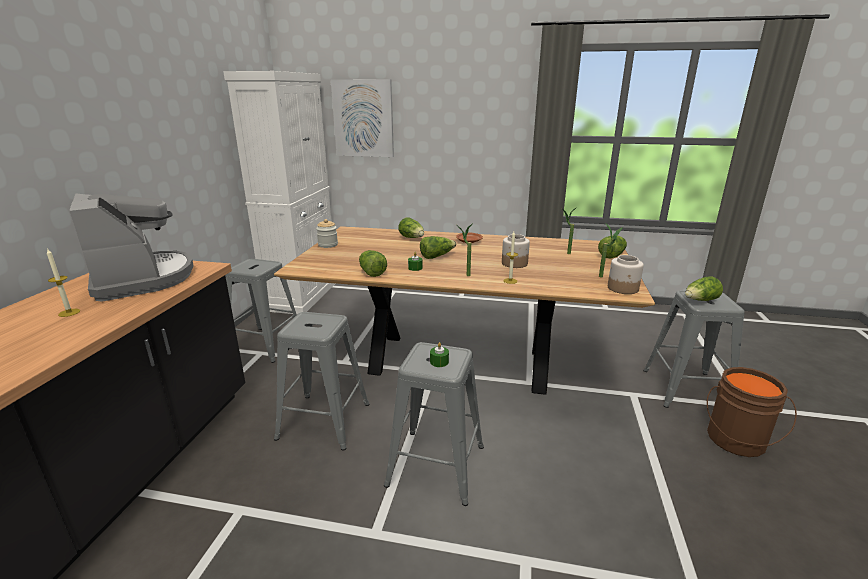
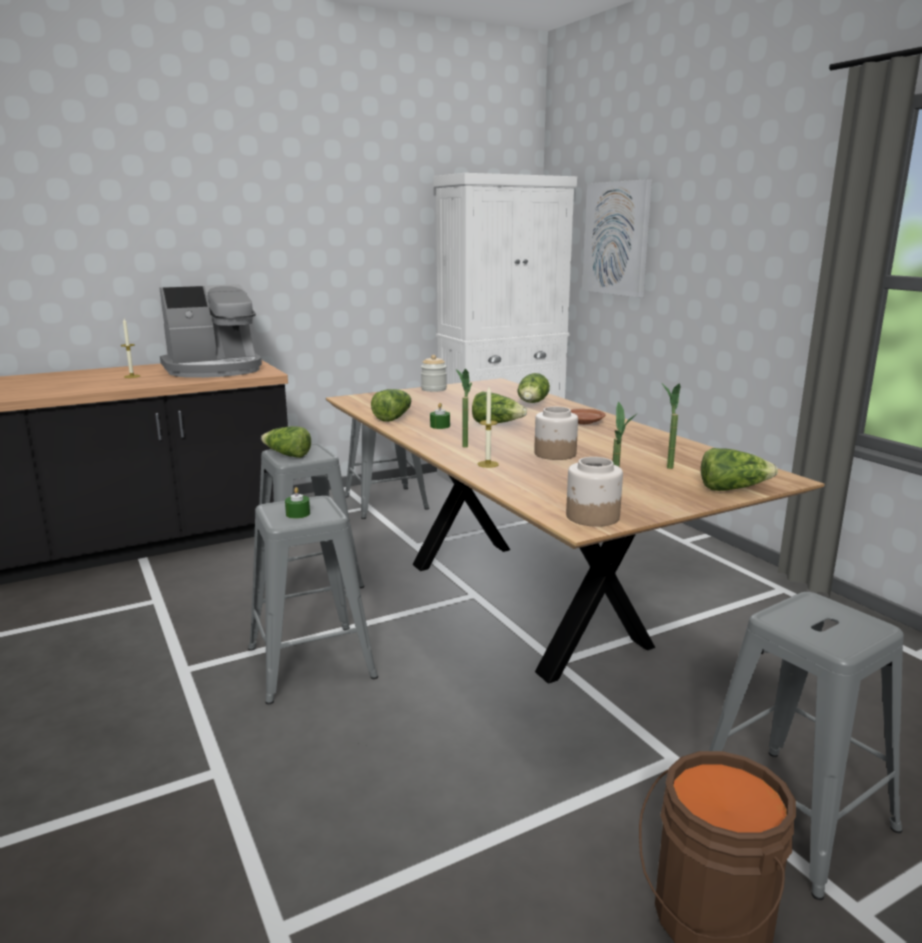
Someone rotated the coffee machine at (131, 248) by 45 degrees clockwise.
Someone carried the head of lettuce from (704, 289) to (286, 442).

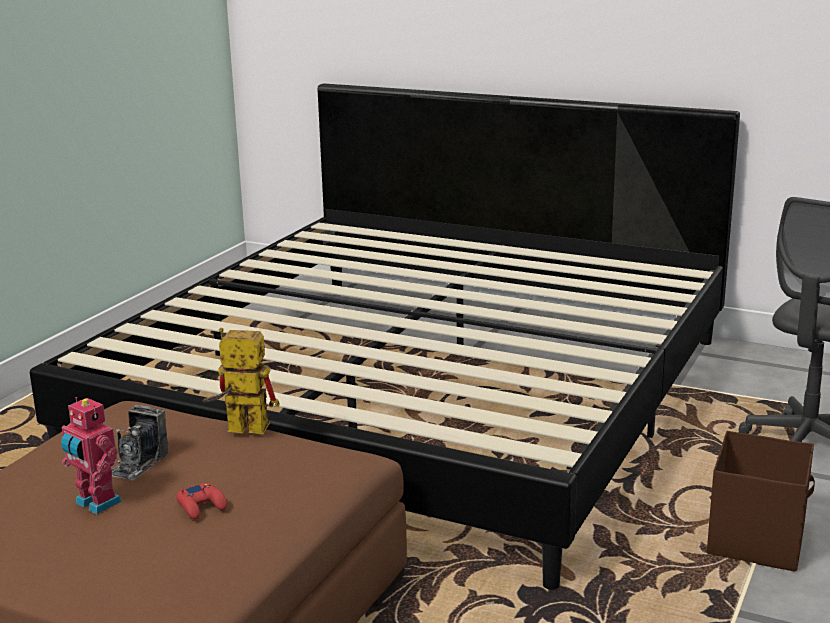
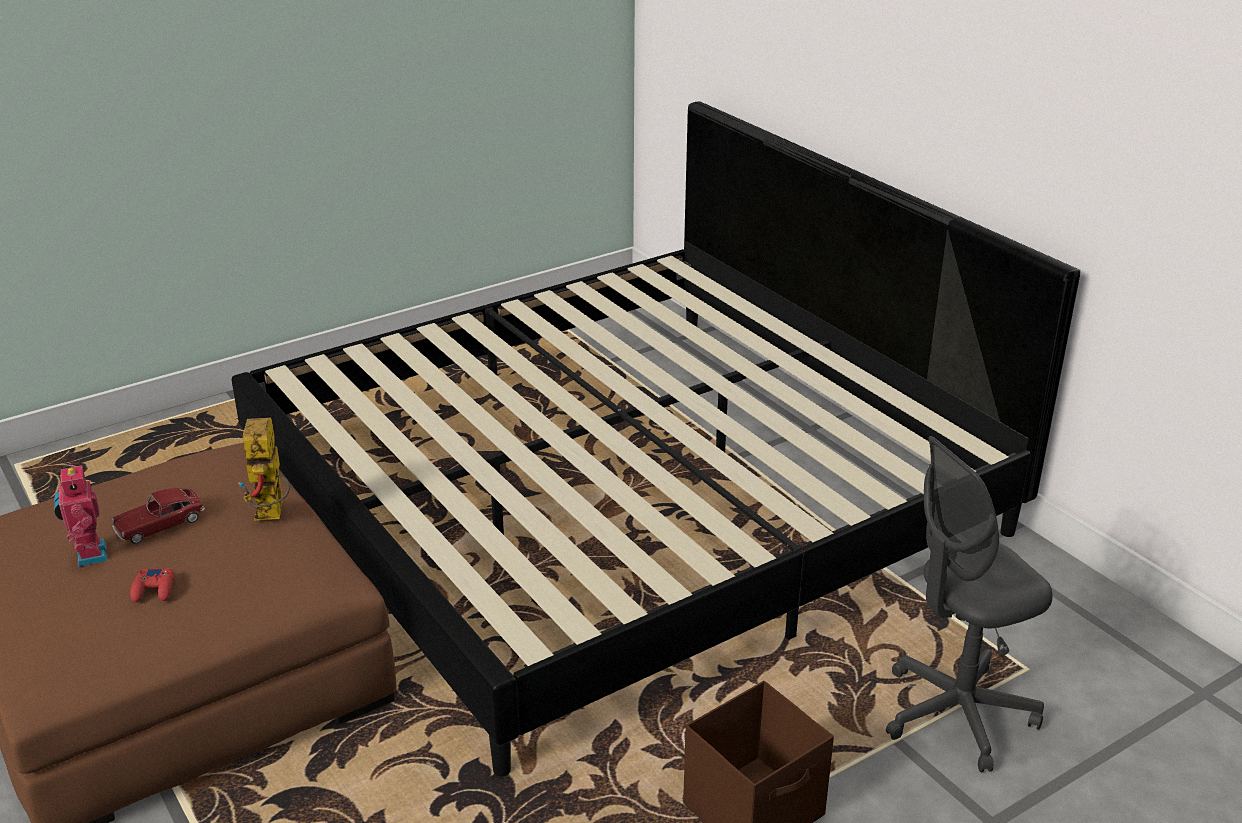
Someone rotated the robot figure at (241, 381) by 135 degrees counterclockwise.
Someone swapped the still camera at (140, 442) for the model car at (158, 516).

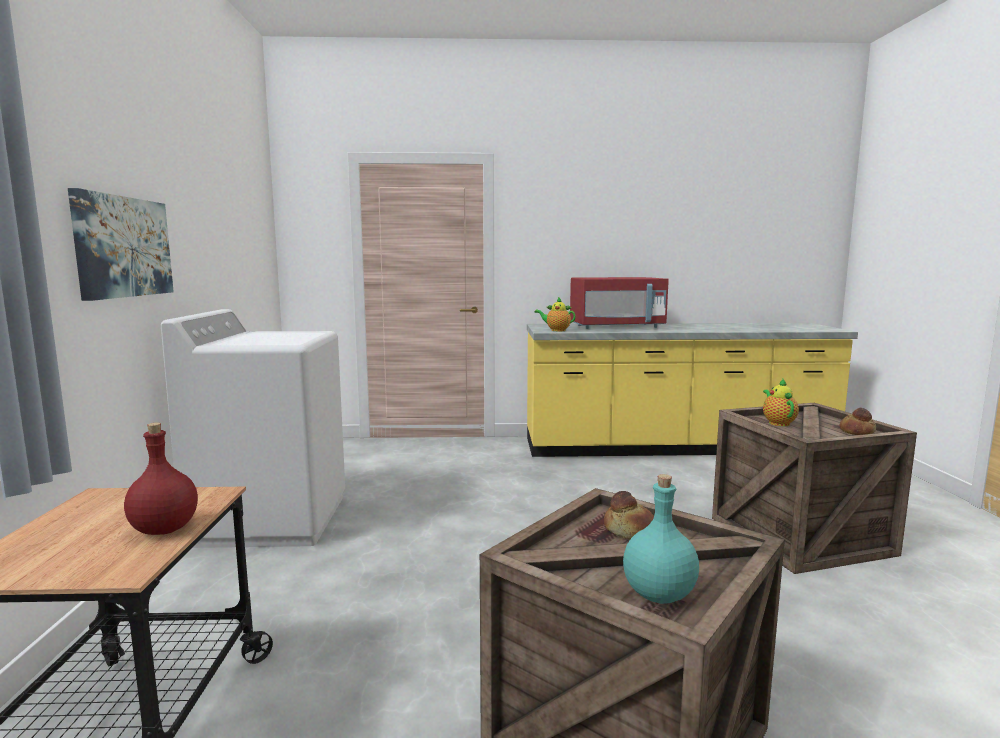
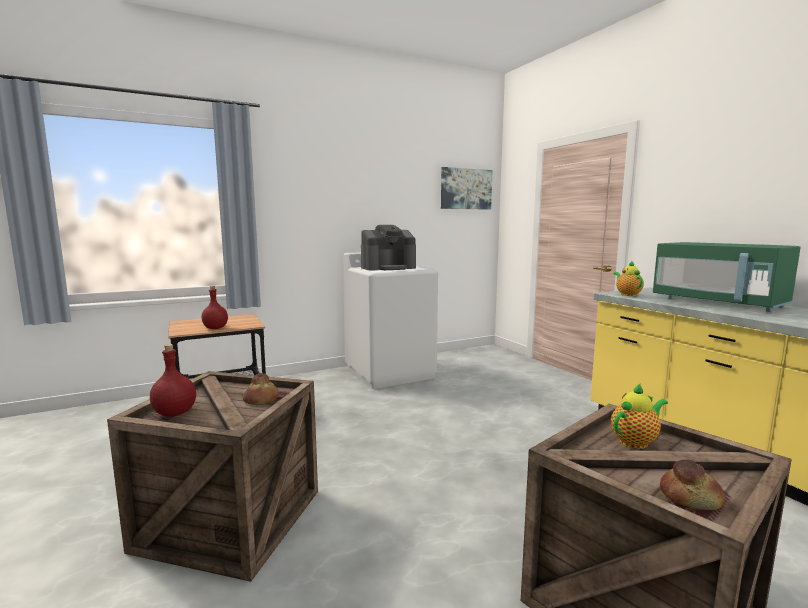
Someone carried the picture from (121, 244) to (467, 188).
Someone repainted the reddish microwave at (619, 303), which became the greenish microwave at (727, 277).
Someone repainted the turquoise drink bottle at (661, 539), which became the reddish drink bottle at (173, 380).
Someone put down the coffee machine at (388, 247).

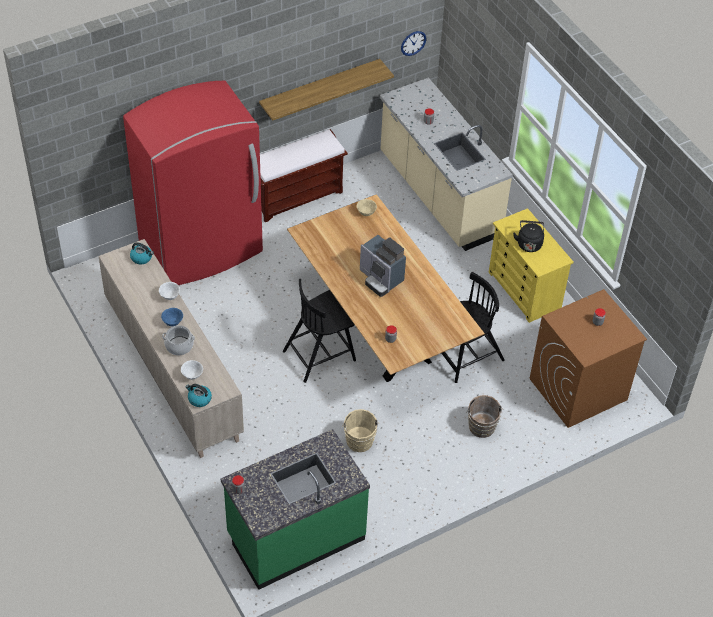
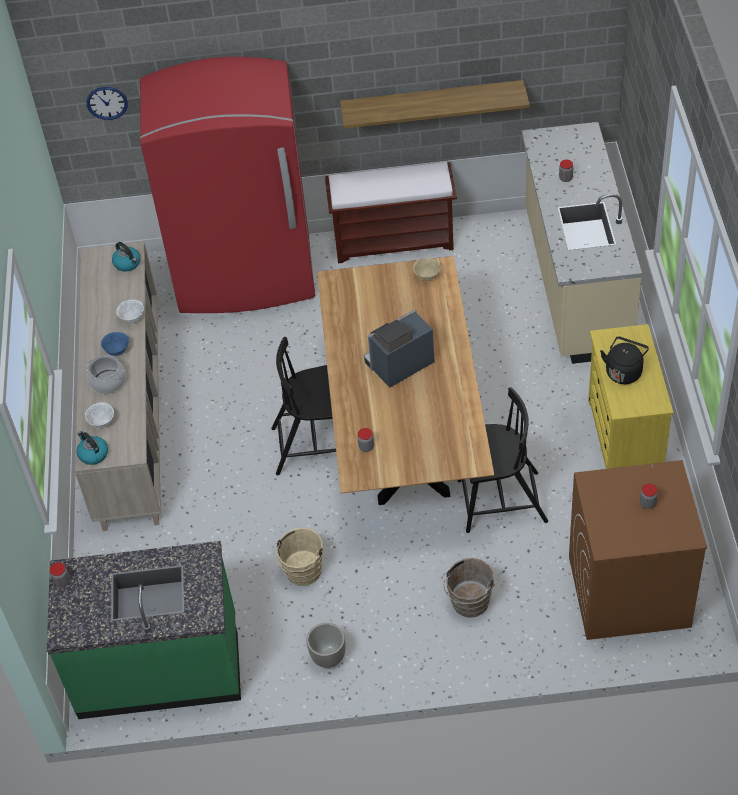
Someone carried the clock on the wall from (414, 43) to (107, 103).
Someone rotated the coffee machine at (383, 266) by 75 degrees clockwise.
Someone put down the planter at (325, 645).

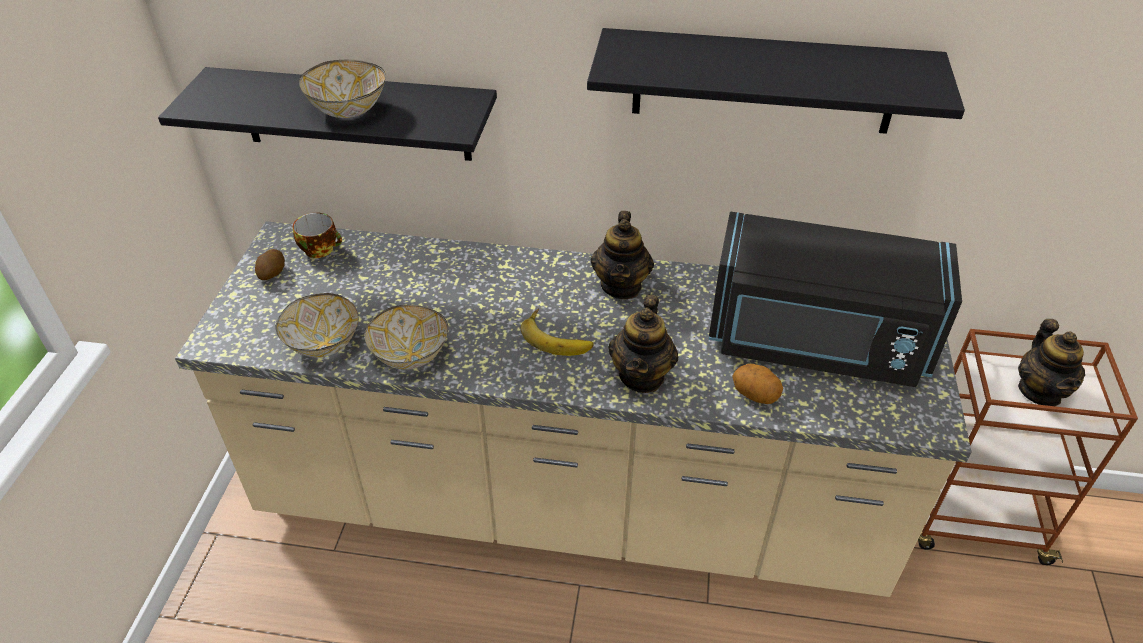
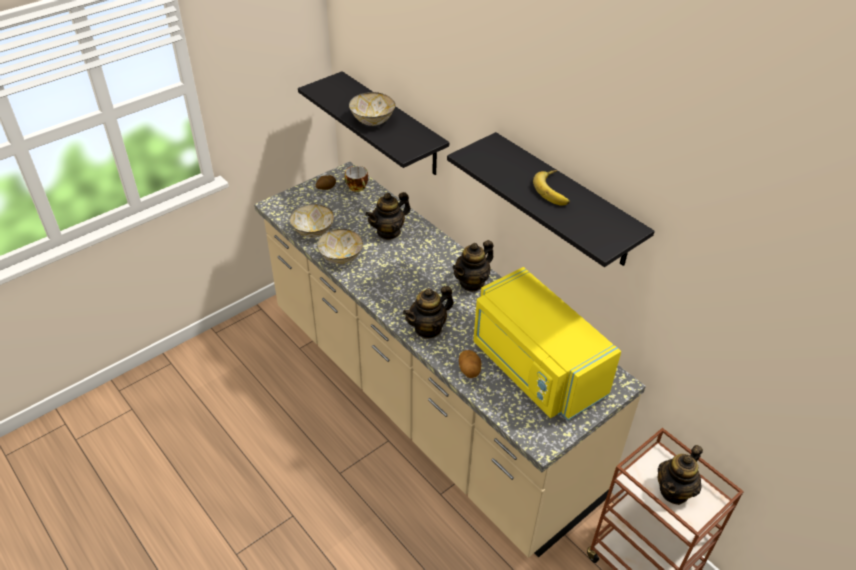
Someone repainted the black microwave at (835, 299), which became the yellow microwave at (547, 343).
Someone carried the banana from (557, 332) to (551, 188).
Someone put down the pot for tea at (388, 216).

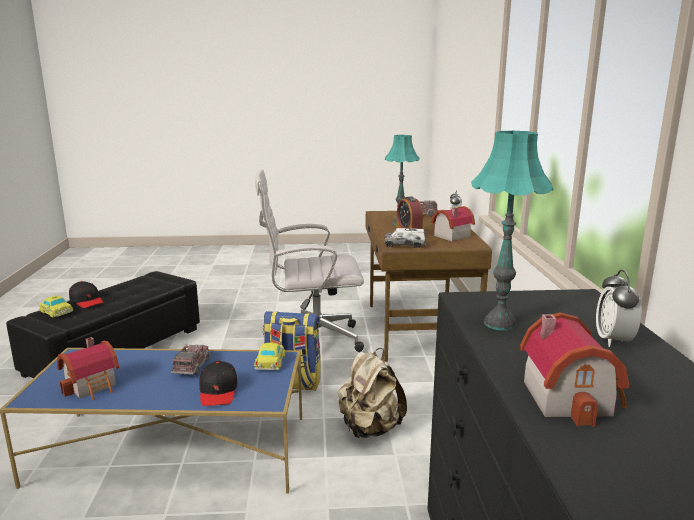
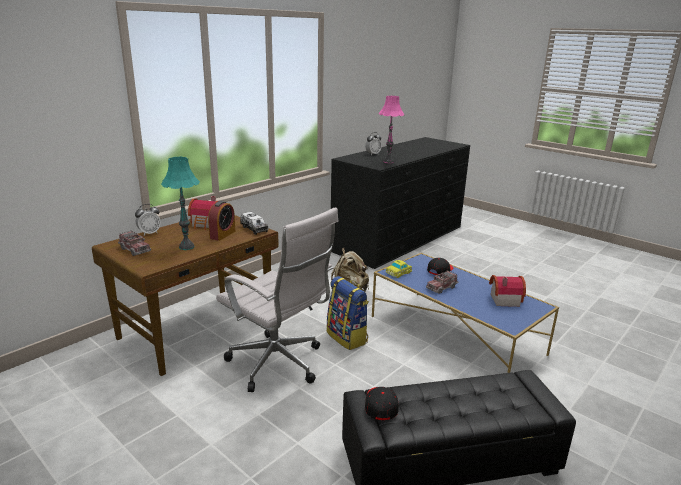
Someone repainted the turquoise table lamp at (512, 231), which became the pinkish table lamp at (392, 129).
Someone carried the black cap from (86, 294) to (381, 403).
Someone took away the model car at (56, 306).
Someone took away the toy house at (574, 369).

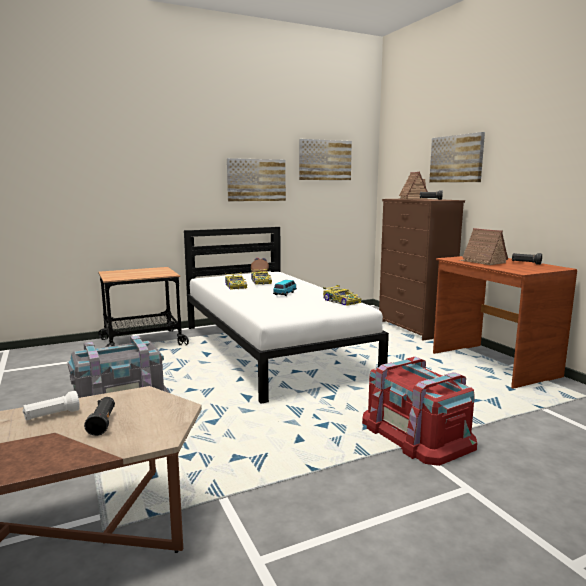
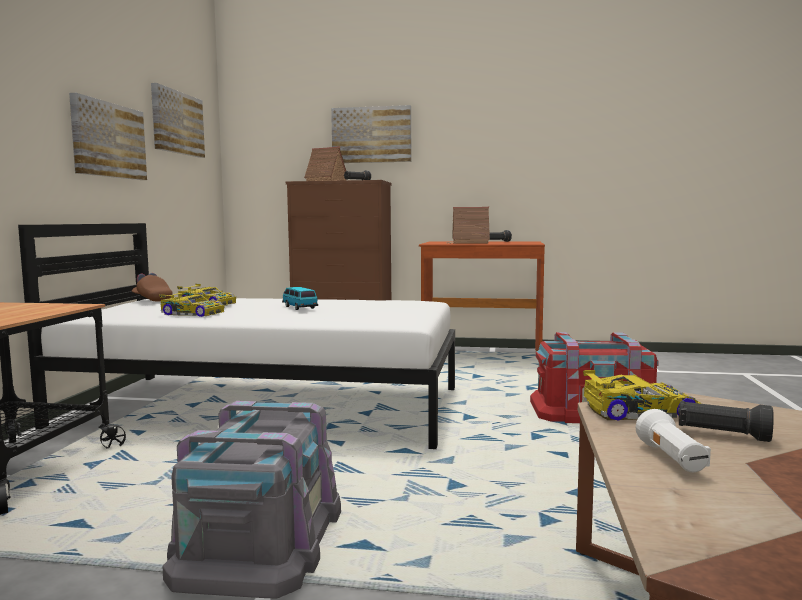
Someone carried the model car from (342, 295) to (642, 395).

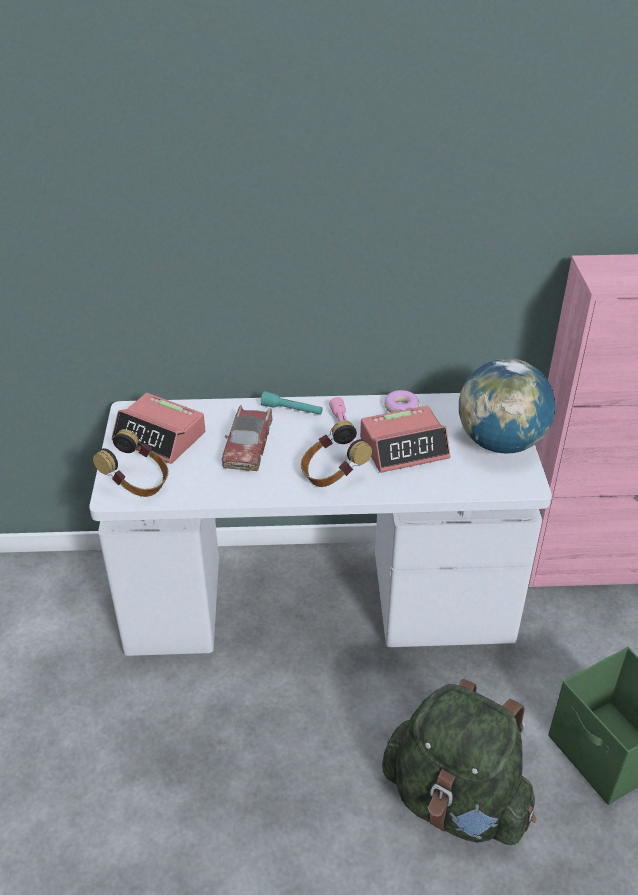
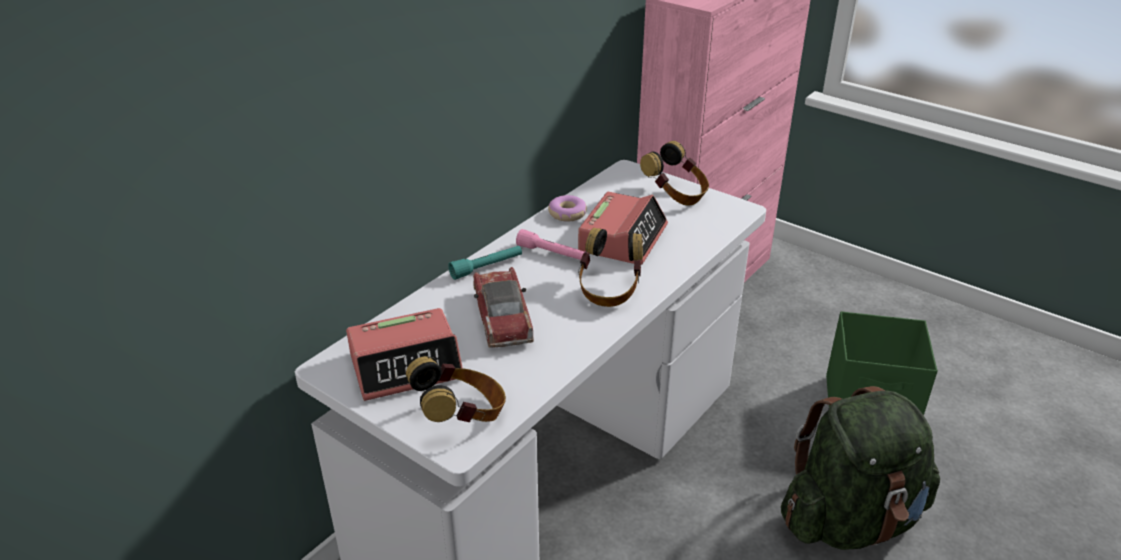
Someone swapped the globe at (507, 405) for the headphones at (674, 173).
Someone rotated the model car at (247, 438) by 150 degrees counterclockwise.

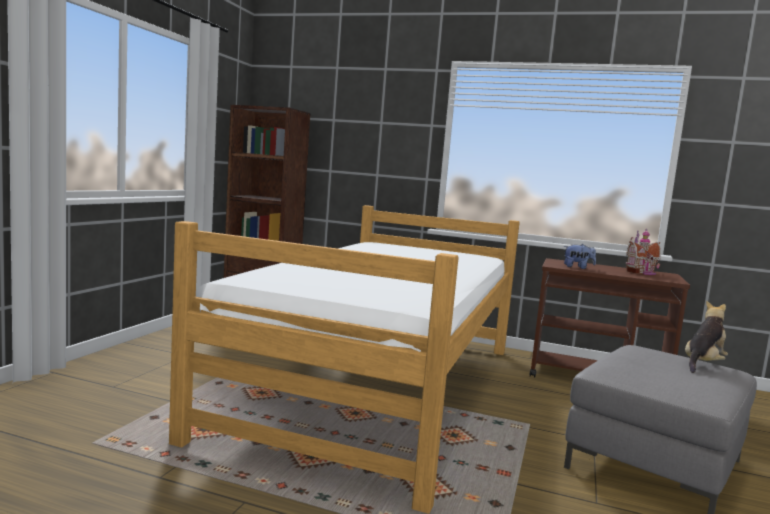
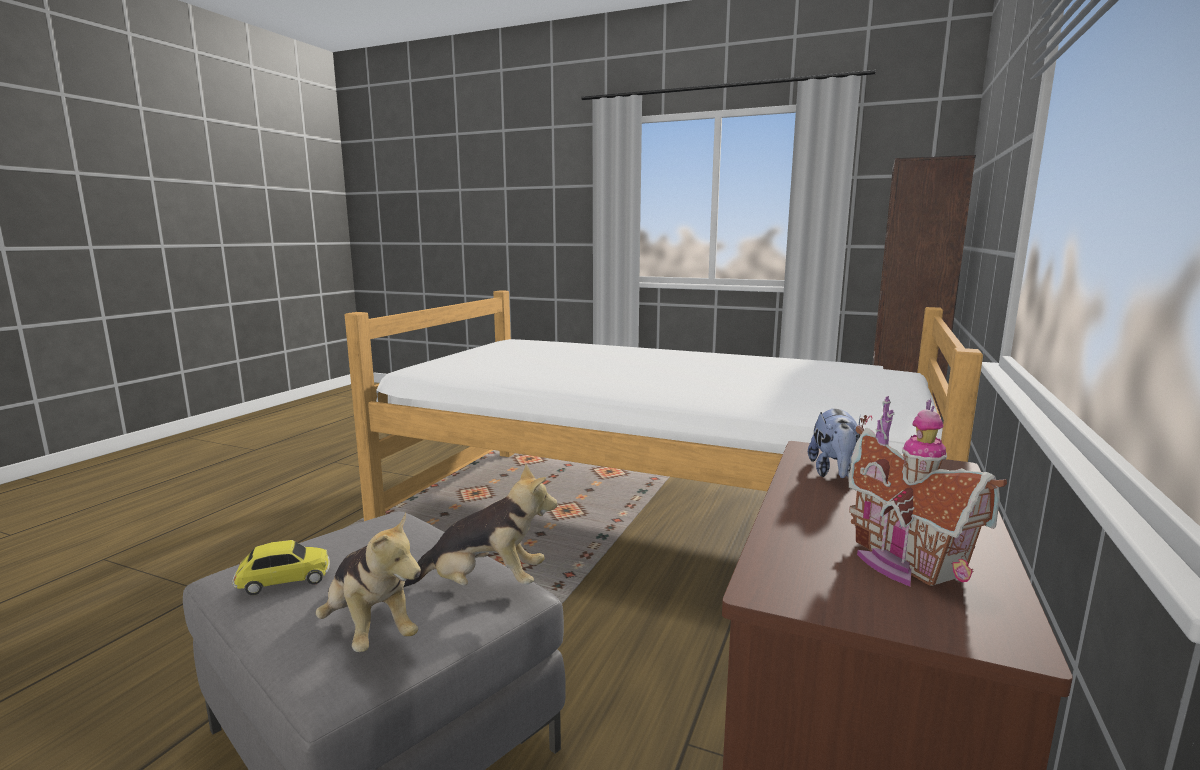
Someone put down the plush toy at (480, 525).
Someone put down the model car at (281, 567).

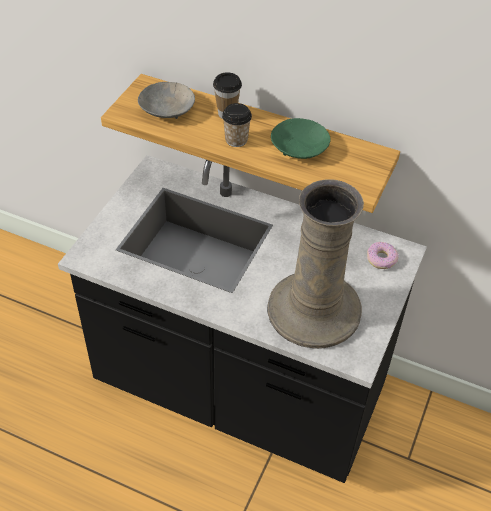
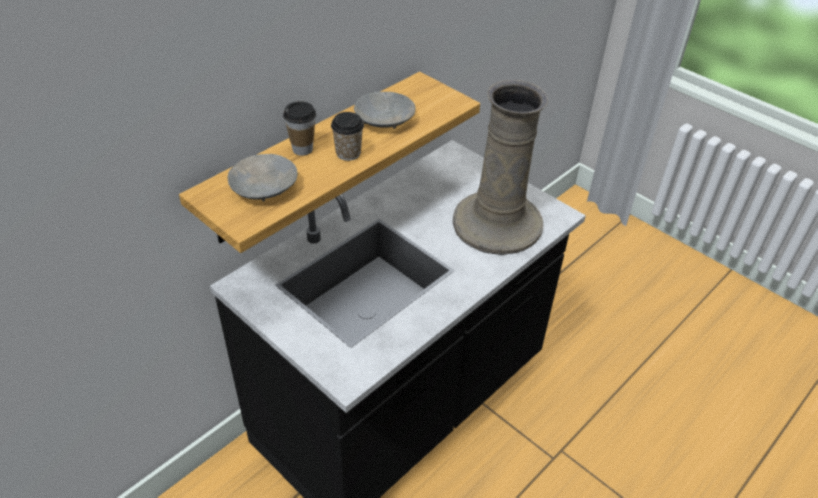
Someone repainted the greenish serving bowl at (300, 138), which became the greyish serving bowl at (385, 110).
Someone took away the donut at (383, 255).

